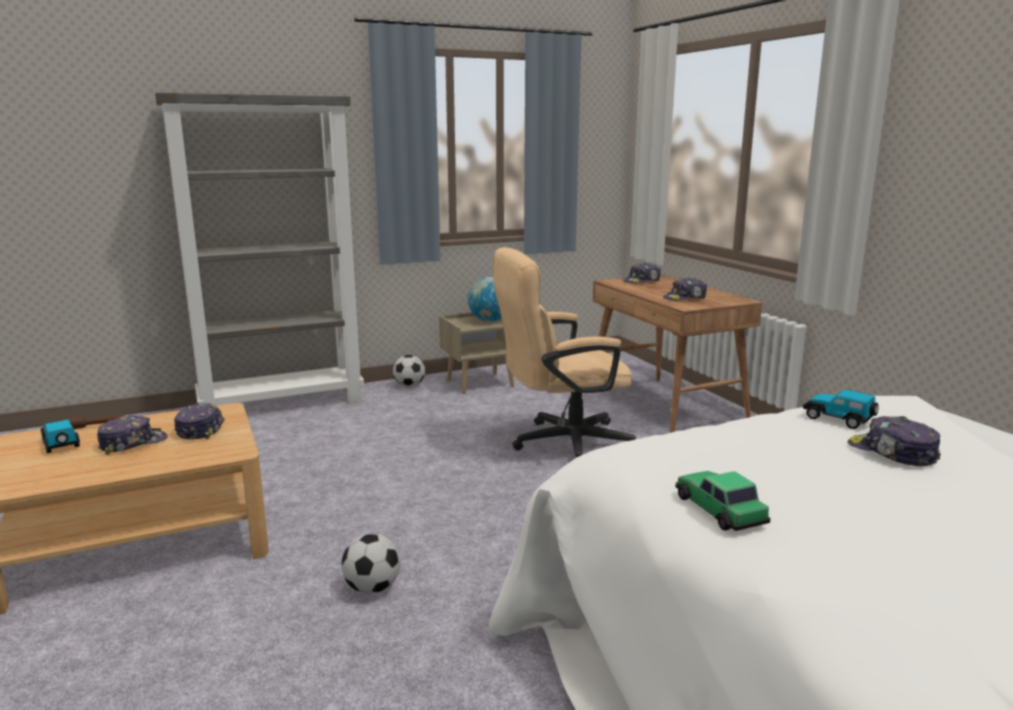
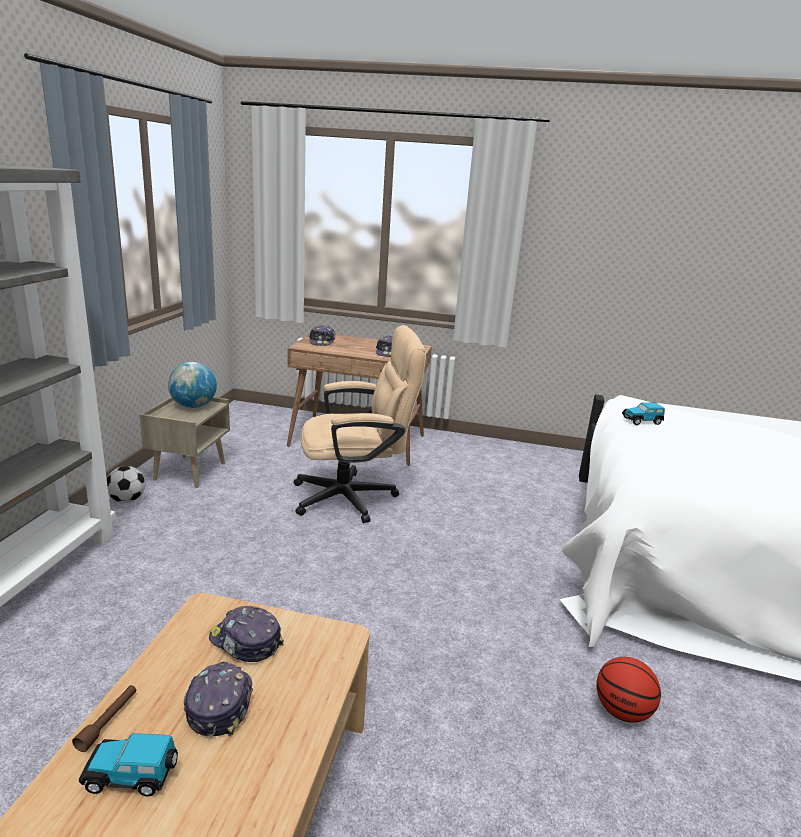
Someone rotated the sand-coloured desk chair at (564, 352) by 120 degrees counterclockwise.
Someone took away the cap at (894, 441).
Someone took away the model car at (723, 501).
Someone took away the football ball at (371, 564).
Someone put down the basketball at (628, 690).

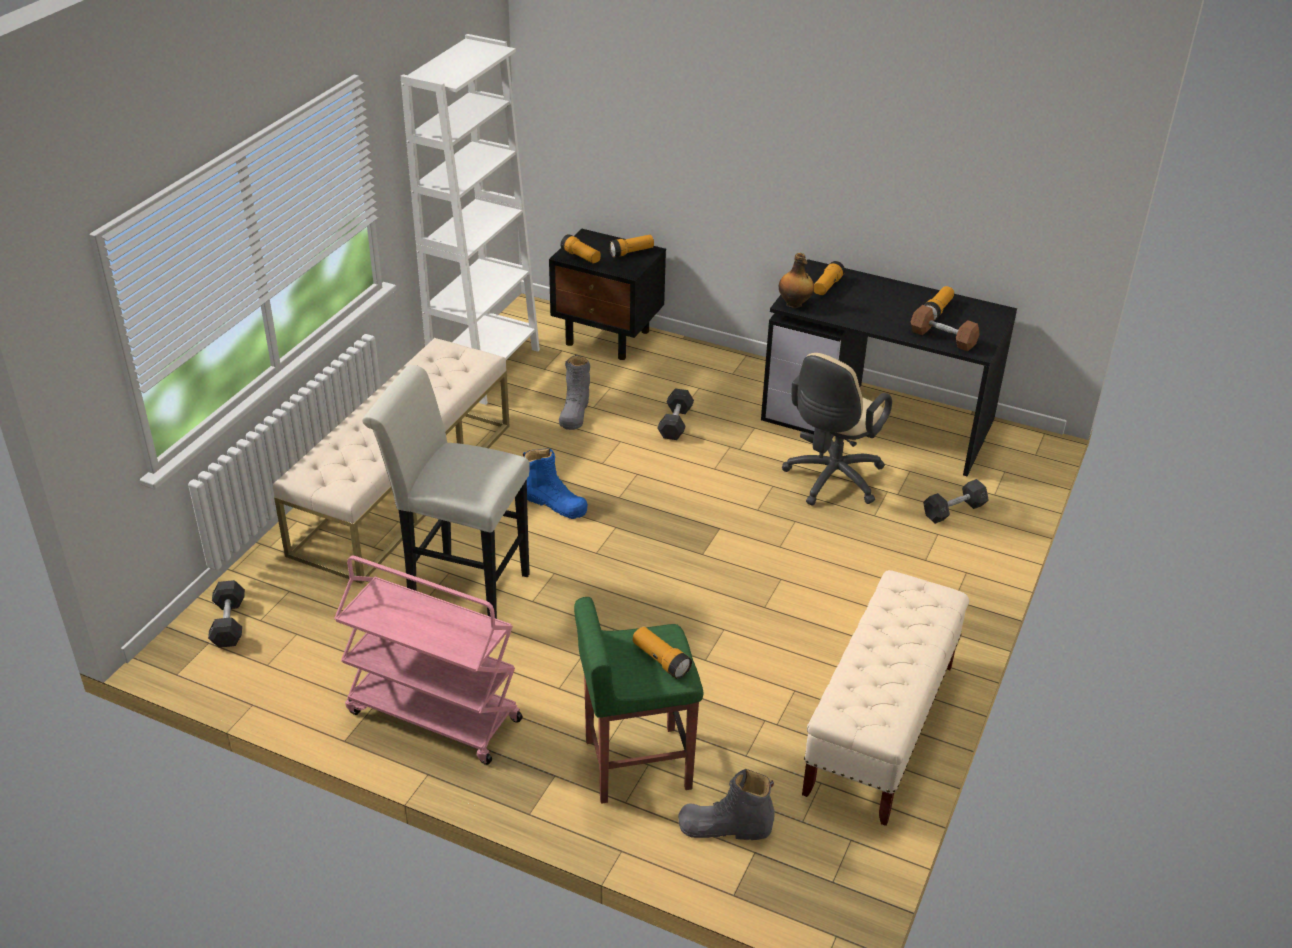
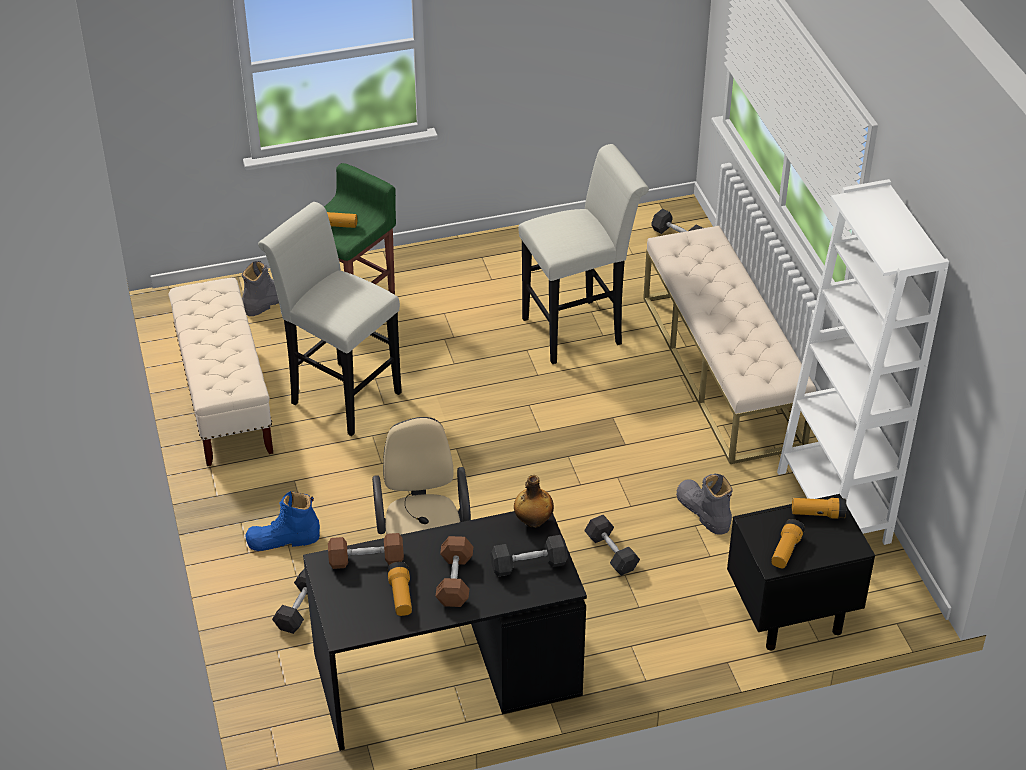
Someone swapped the hand torch at (829, 278) for the greyish hand weight at (529, 555).
Someone carried the blue high-top boot from (555, 483) to (283, 521).
Someone took away the pinkish trolley at (428, 660).
Someone put down the white stool at (330, 319).
Someone put down the brown-coloured hand weight at (454, 571).

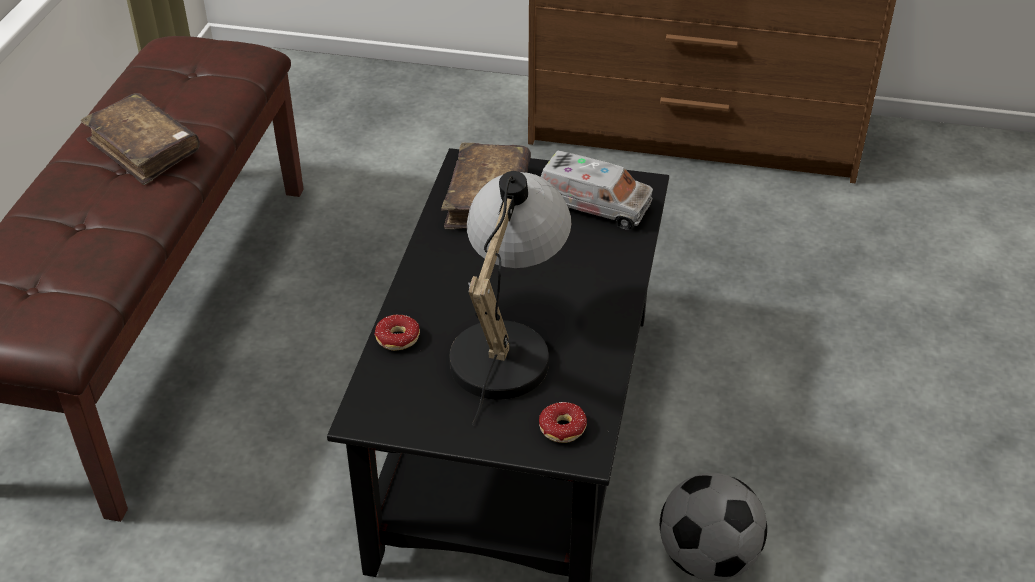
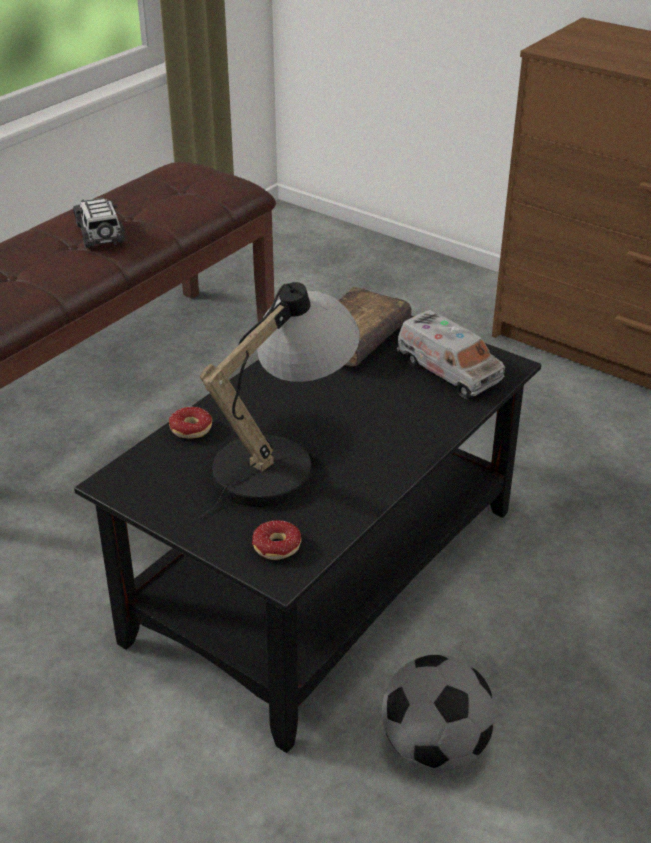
Someone swapped the brown-coloured bound book at (140, 139) for the model car at (99, 222).

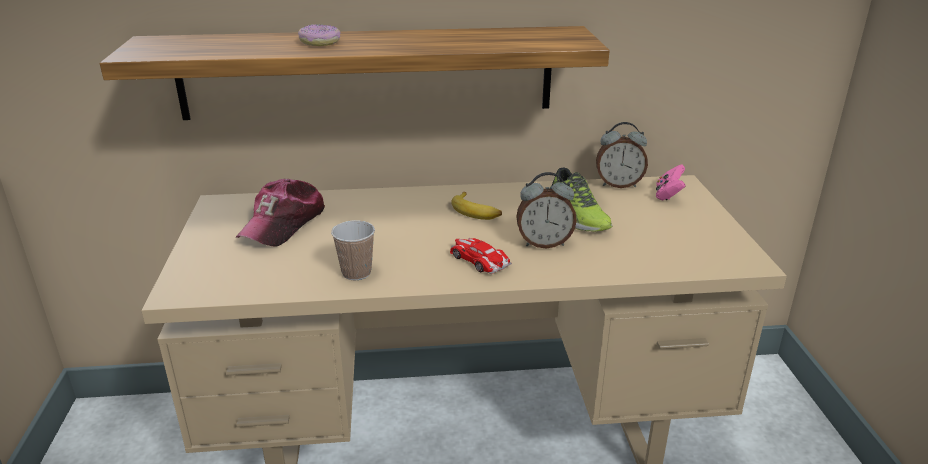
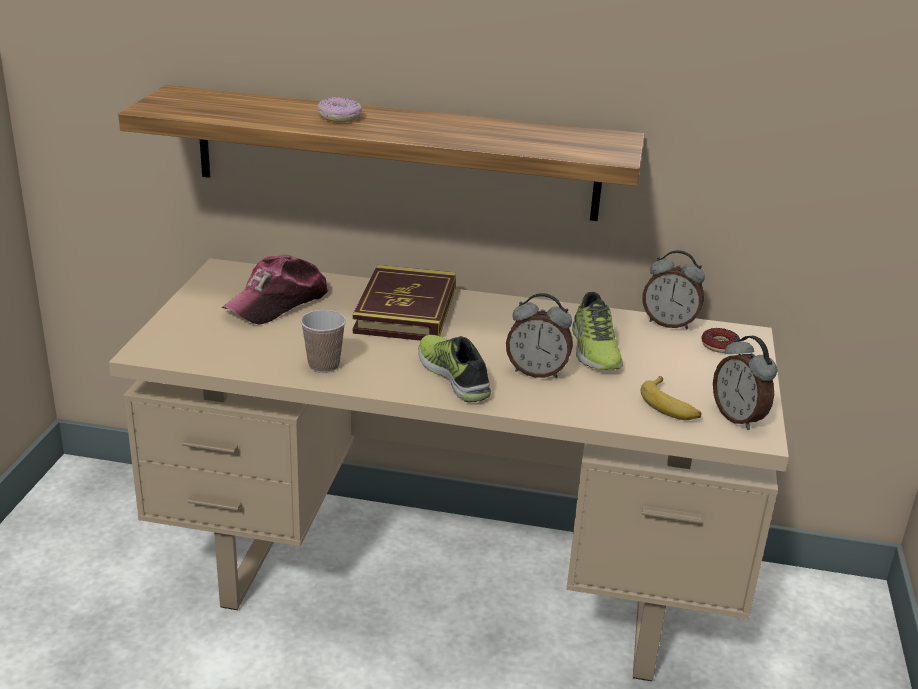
Someone swapped the pinkish gamepad at (670, 182) for the donut at (721, 340).
Someone carried the banana from (476, 206) to (671, 398).
Someone swapped the model car at (481, 256) for the shoe at (454, 368).
Someone put down the bound book at (404, 303).
Someone put down the alarm clock at (745, 382).

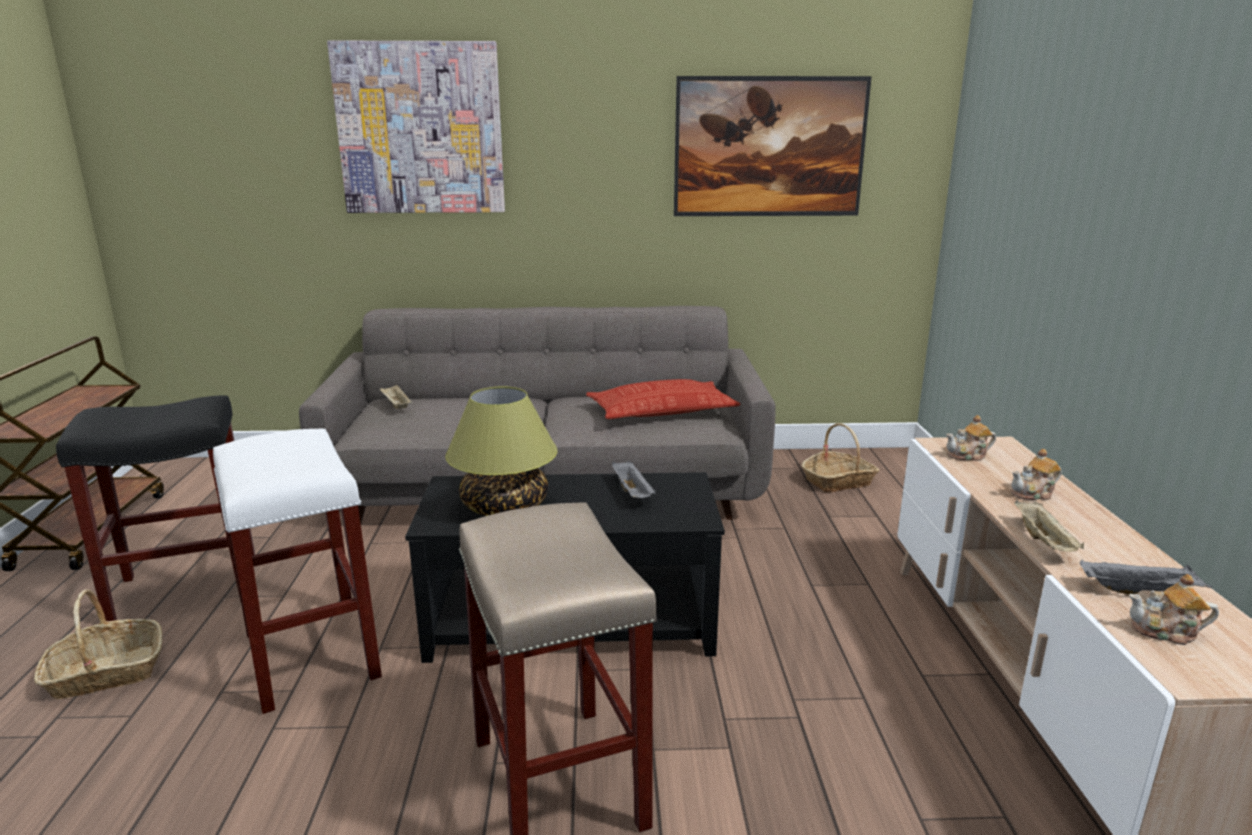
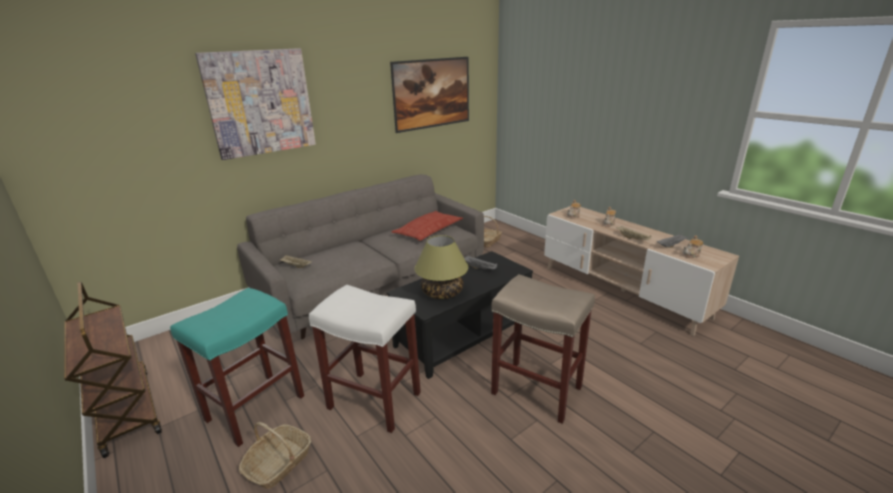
Someone repainted the black stool at (155, 508), which became the turquoise stool at (237, 367).

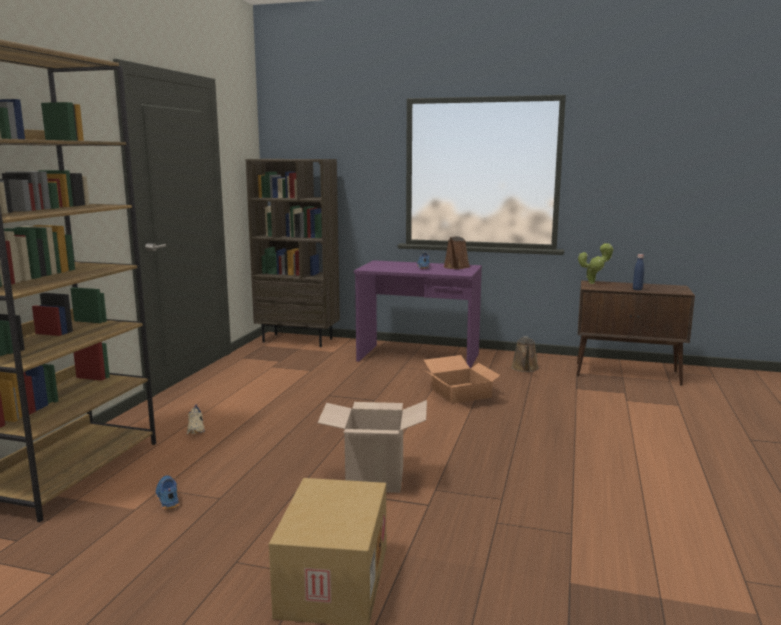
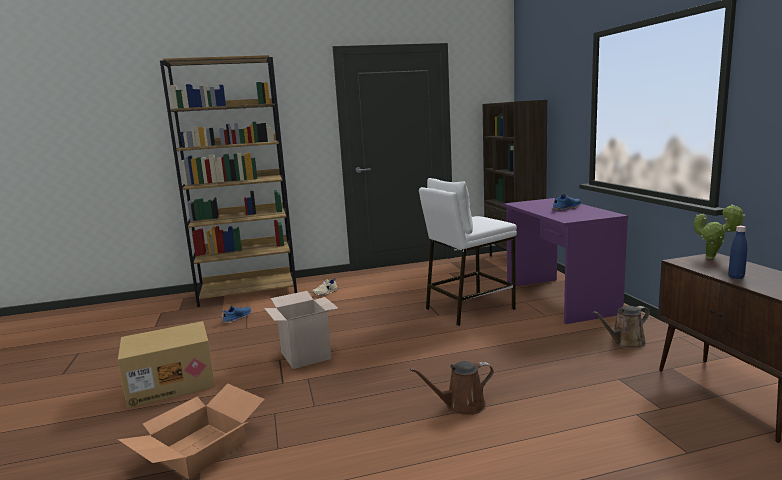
Someone carried the brown-coloured watering can from (456, 252) to (452, 388).
Someone carried the cardboard box from (462, 379) to (191, 431).
Someone put down the white stool at (468, 252).

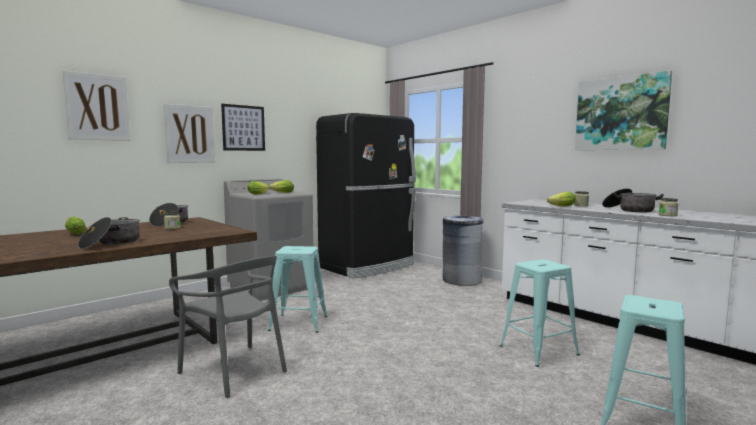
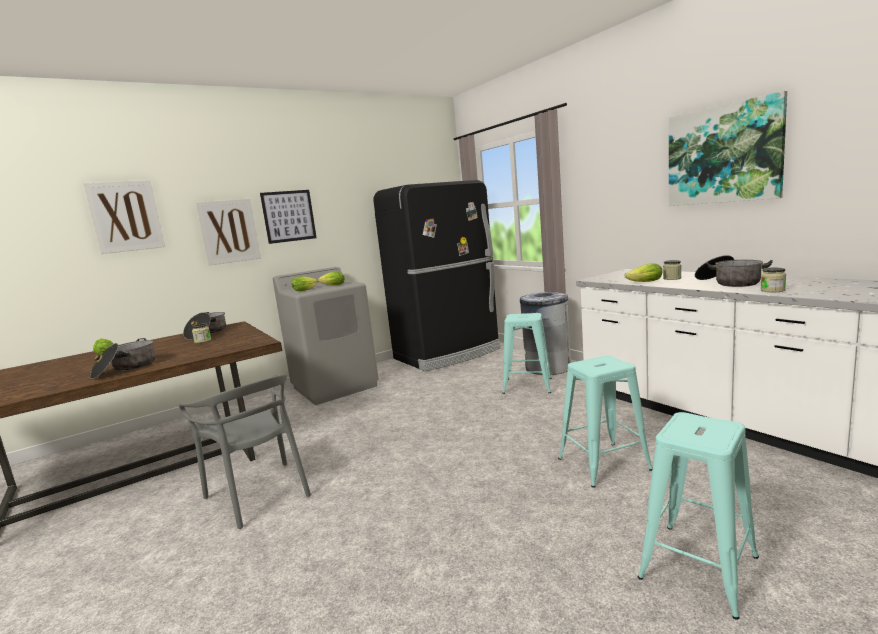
Someone carried the turquoise stool from (297, 289) to (527, 353).

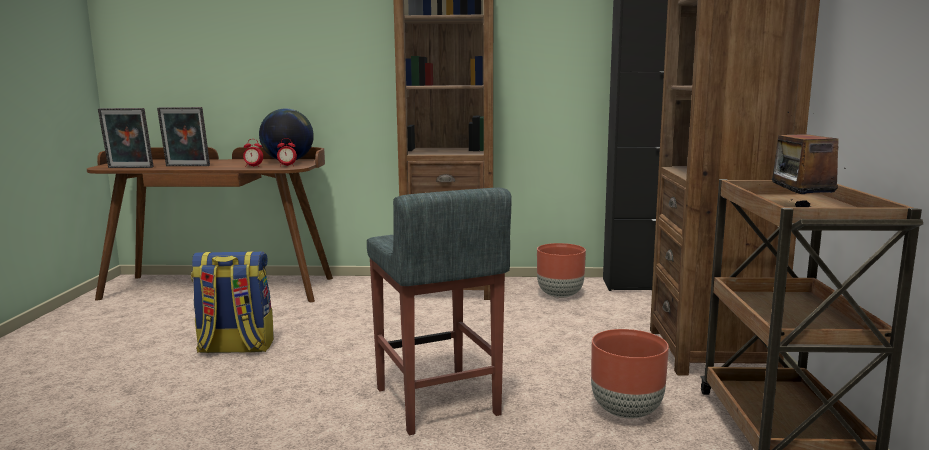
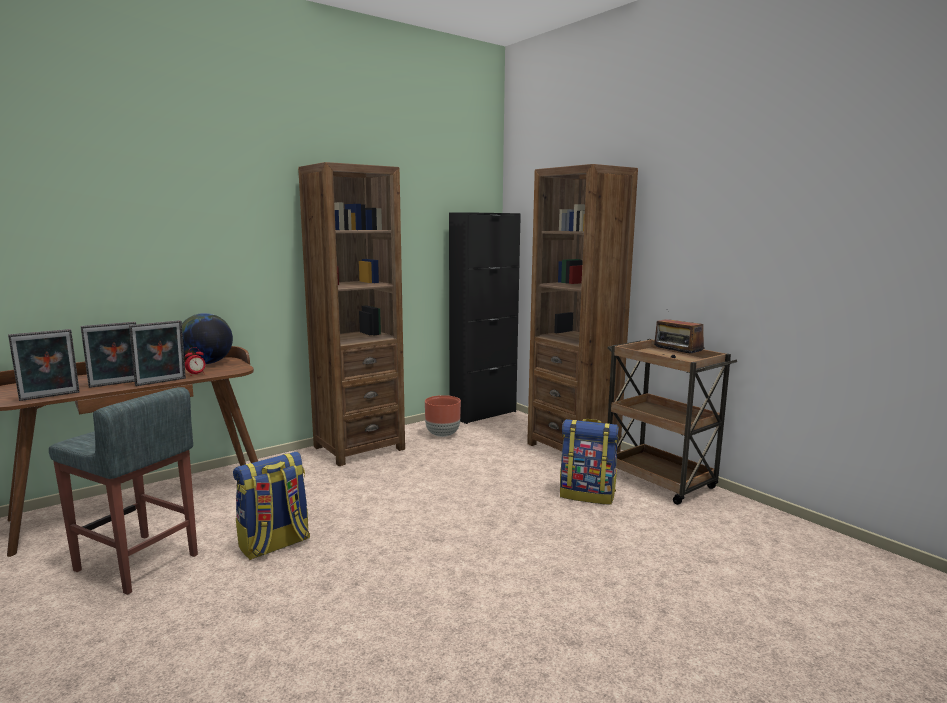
Someone took away the alarm clock at (287, 152).
Someone carried the greyish stool from (439, 311) to (123, 491).
Someone swapped the brown-coloured planter at (630, 374) for the rucksack at (589, 462).
Someone put down the picture frame at (157, 353).

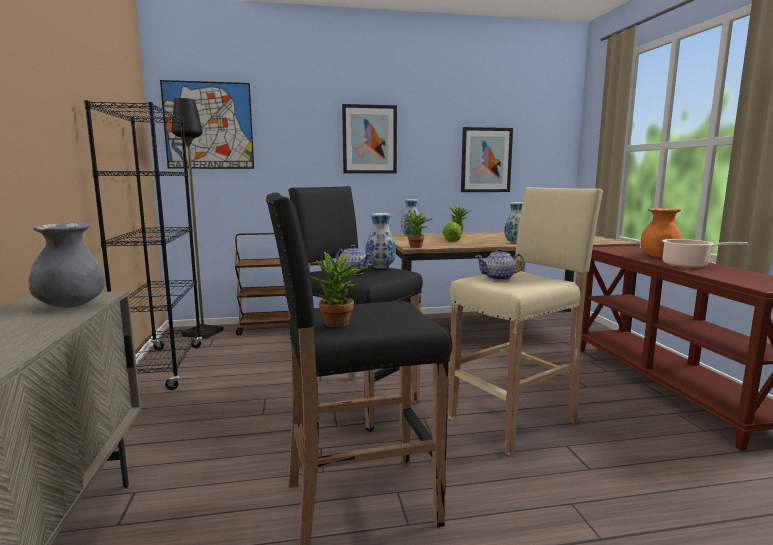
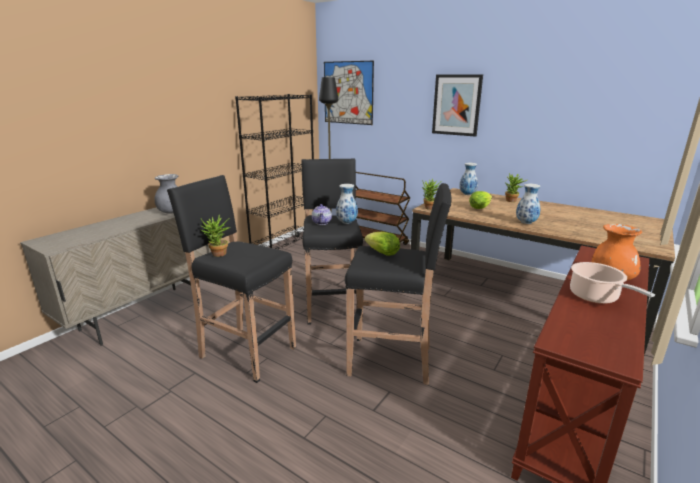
Someone took away the picture at (487, 159).
Someone repainted the sand-coloured stool at (525, 321), which became the black stool at (398, 284).
Someone swapped the pot for tea at (499, 264) for the head of lettuce at (382, 244).

